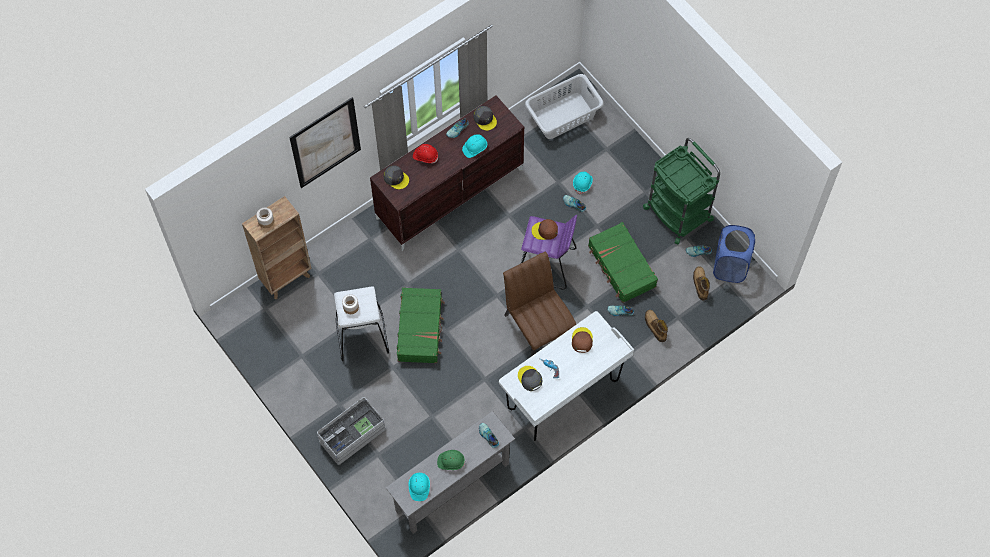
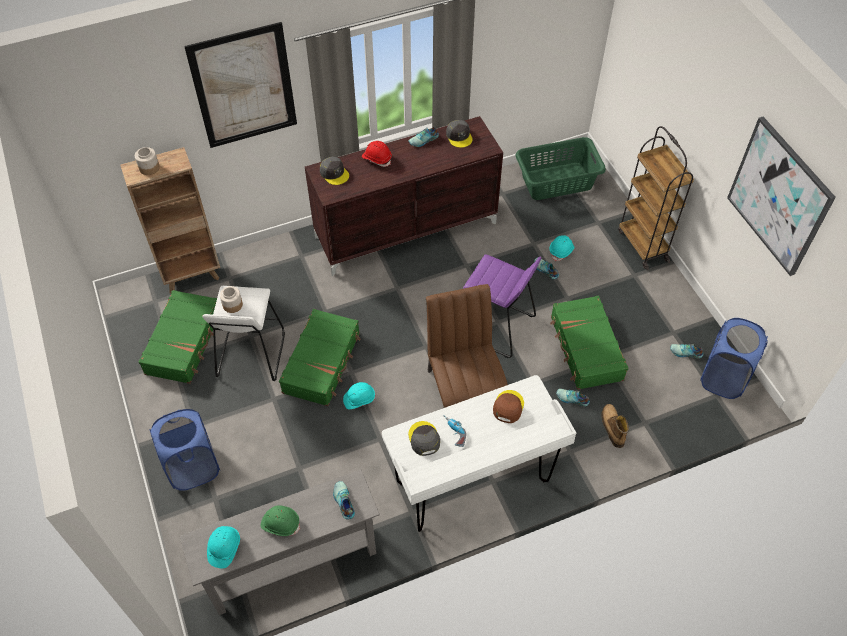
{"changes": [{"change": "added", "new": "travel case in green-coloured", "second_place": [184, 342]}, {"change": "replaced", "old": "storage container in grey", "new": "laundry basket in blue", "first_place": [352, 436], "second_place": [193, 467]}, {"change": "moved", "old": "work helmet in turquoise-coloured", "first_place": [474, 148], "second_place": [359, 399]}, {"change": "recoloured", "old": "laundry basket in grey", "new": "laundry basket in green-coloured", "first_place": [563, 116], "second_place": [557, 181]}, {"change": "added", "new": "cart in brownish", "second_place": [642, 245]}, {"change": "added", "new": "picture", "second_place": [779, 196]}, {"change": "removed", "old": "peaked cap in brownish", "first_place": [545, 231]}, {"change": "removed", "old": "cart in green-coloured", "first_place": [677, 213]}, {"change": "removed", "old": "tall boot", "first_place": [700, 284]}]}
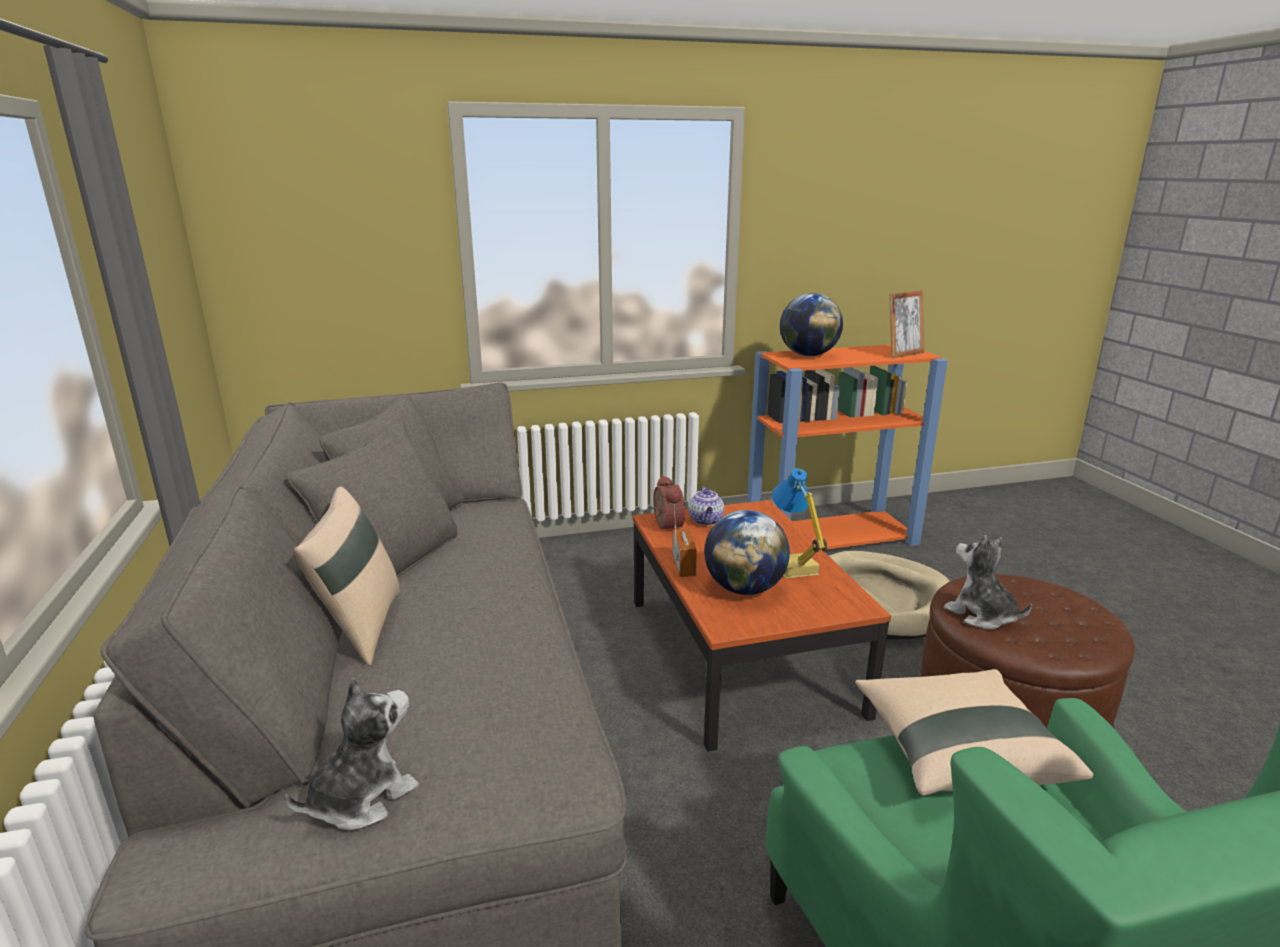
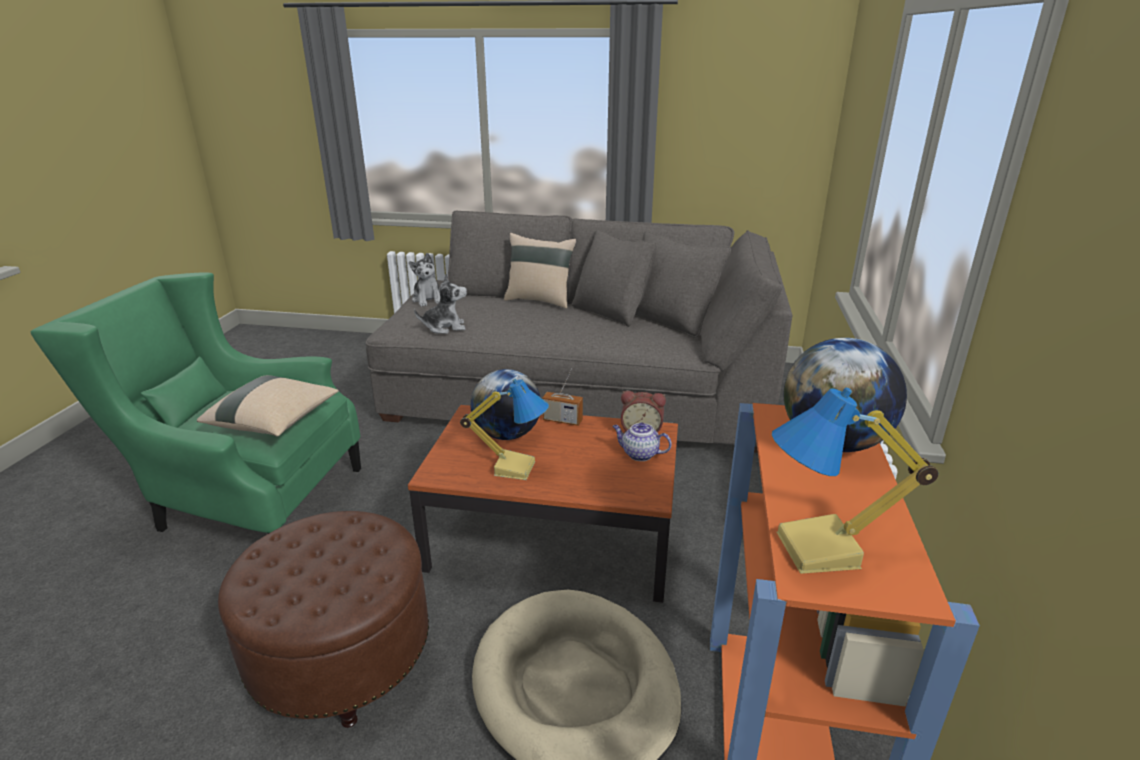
{"changes": [{"change": "moved", "old": "plush toy", "first_place": [981, 615], "second_place": [445, 327]}, {"change": "replaced", "old": "photo frame", "new": "lamp for a table", "first_place": [903, 354], "second_place": [820, 552]}]}
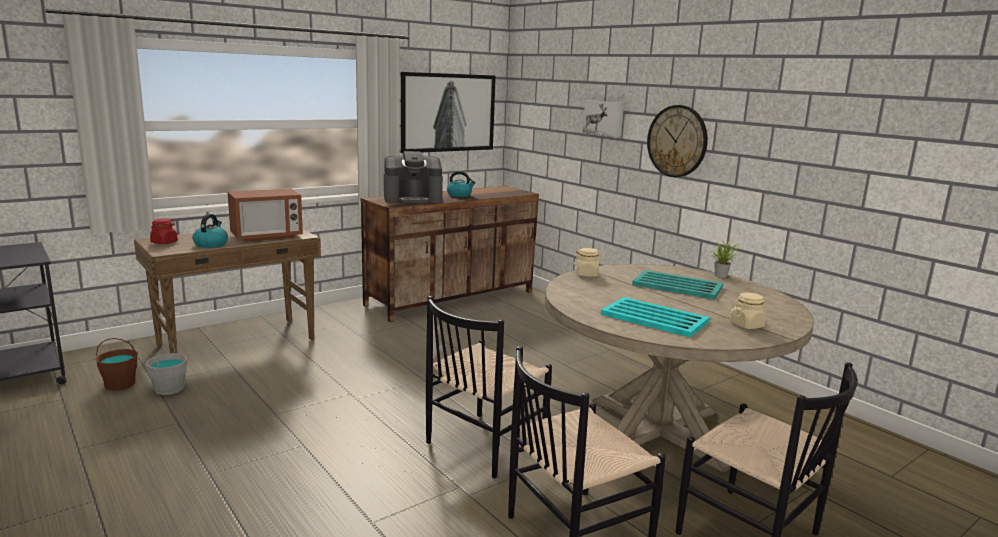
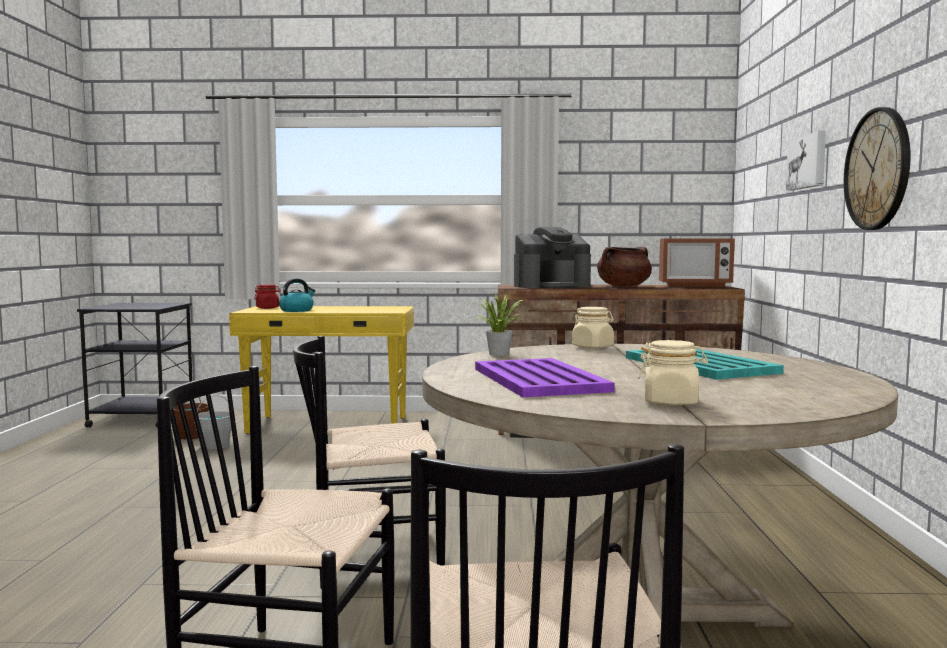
{"changes": [{"change": "recoloured", "old": "narrow table in brownish", "new": "narrow table in yellow-coloured", "first_place": [238, 342], "second_place": [329, 425]}, {"change": "recoloured", "old": "tray in turquoise-coloured", "new": "tray in purple", "first_place": [655, 318], "second_place": [539, 380]}, {"change": "moved", "old": "plant in a pot", "first_place": [721, 275], "second_place": [502, 354]}, {"change": "turned", "old": "coffee brewer", "first_place": [413, 199], "second_place": [551, 286], "degrees": -45}, {"change": "replaced", "old": "tea kettle", "new": "saucepot in brownish", "first_place": [460, 195], "second_place": [624, 286]}, {"change": "moved", "old": "microwave oven", "first_place": [266, 236], "second_place": [694, 286]}, {"change": "removed", "old": "picture", "first_place": [448, 112]}]}
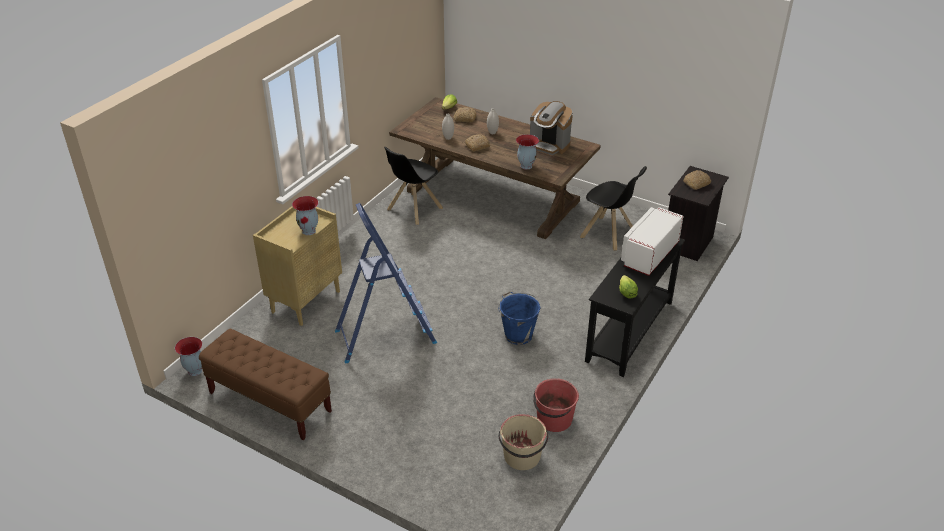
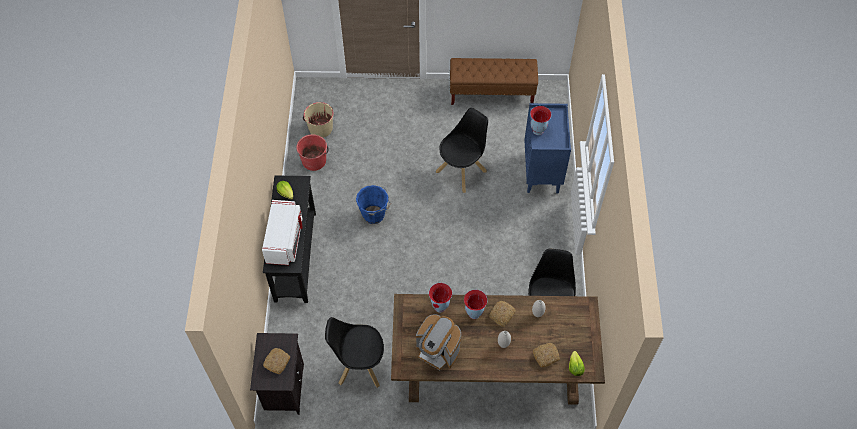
{"changes": [{"change": "turned", "old": "coffee brewer", "first_place": [549, 145], "second_place": [438, 351], "degrees": -150}, {"change": "replaced", "old": "stepladder in blue", "new": "upright chair in blackish", "first_place": [386, 336], "second_place": [462, 170]}, {"change": "moved", "old": "vase", "first_place": [195, 371], "second_place": [474, 313]}, {"change": "recoloured", "old": "storage cabinet in beige-coloured", "new": "storage cabinet in blue", "first_place": [306, 301], "second_place": [541, 172]}]}
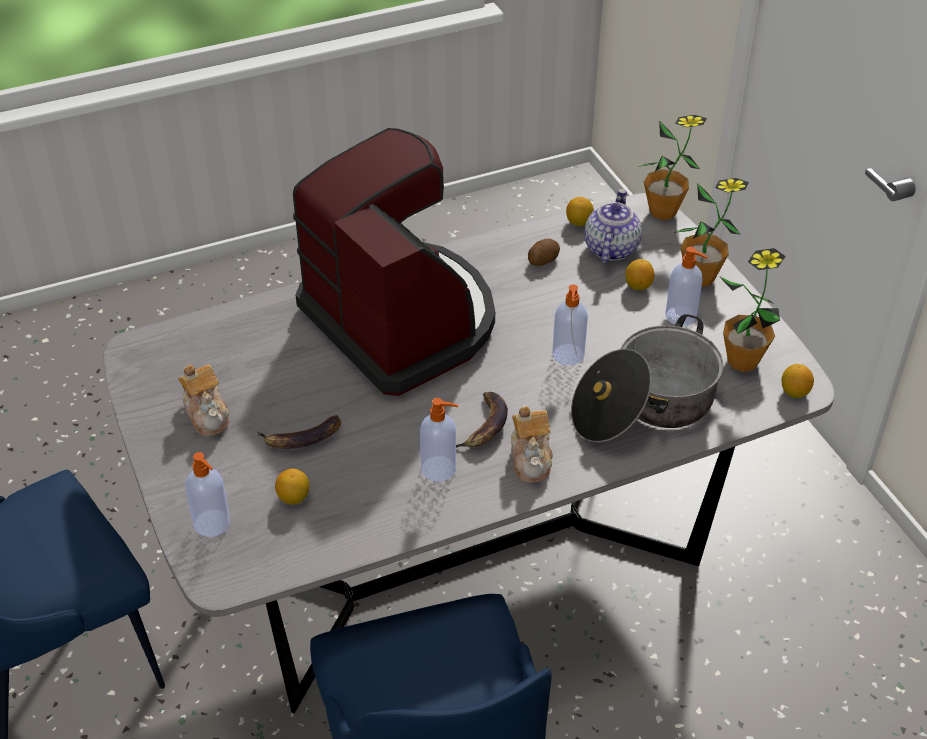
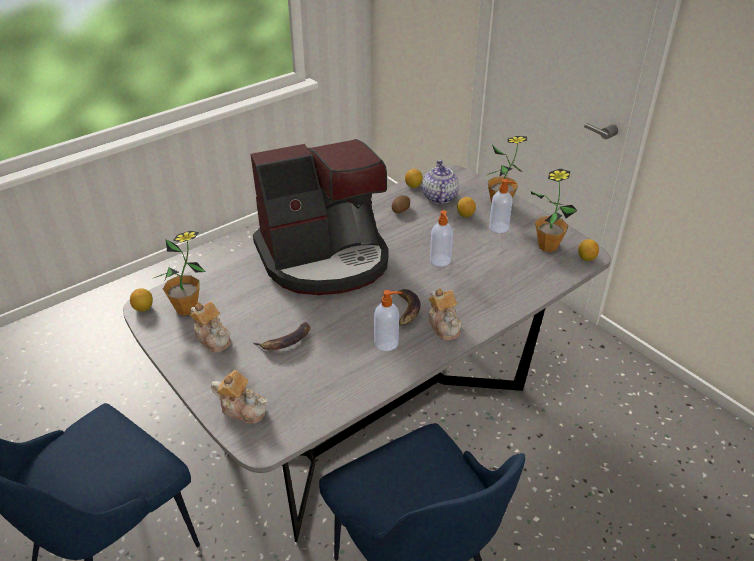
{"changes": [{"change": "moved", "old": "whole lemon", "first_place": [294, 498], "second_place": [143, 308]}, {"change": "moved", "old": "plant in a pot", "first_place": [663, 211], "second_place": [186, 308]}, {"change": "replaced", "old": "soap dispenser", "new": "teapot", "first_place": [213, 524], "second_place": [243, 409]}, {"change": "turned", "old": "coffee brewer", "first_place": [402, 321], "second_place": [325, 258], "degrees": 120}, {"change": "removed", "old": "saucepot", "first_place": [644, 406]}]}
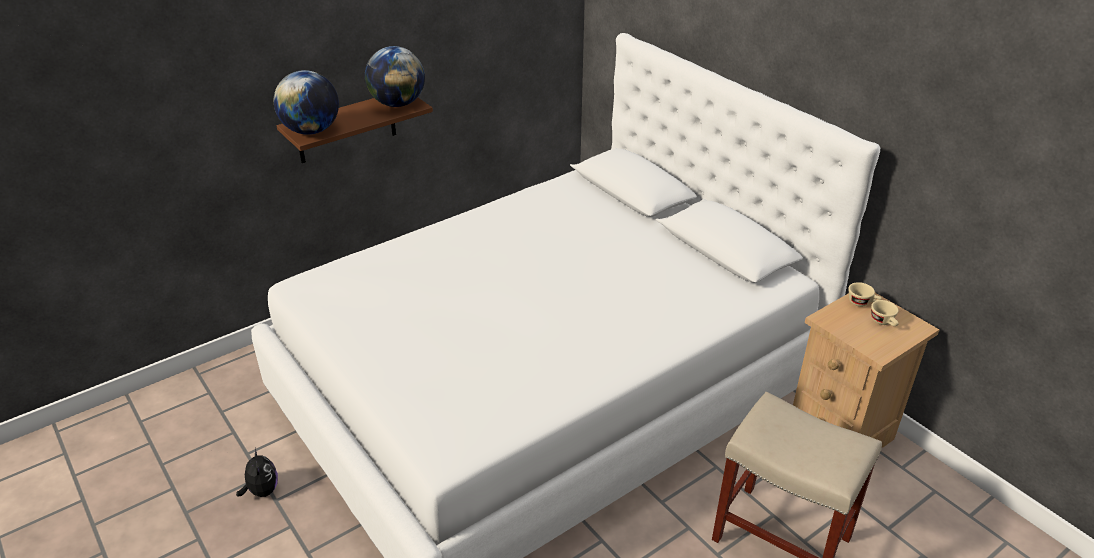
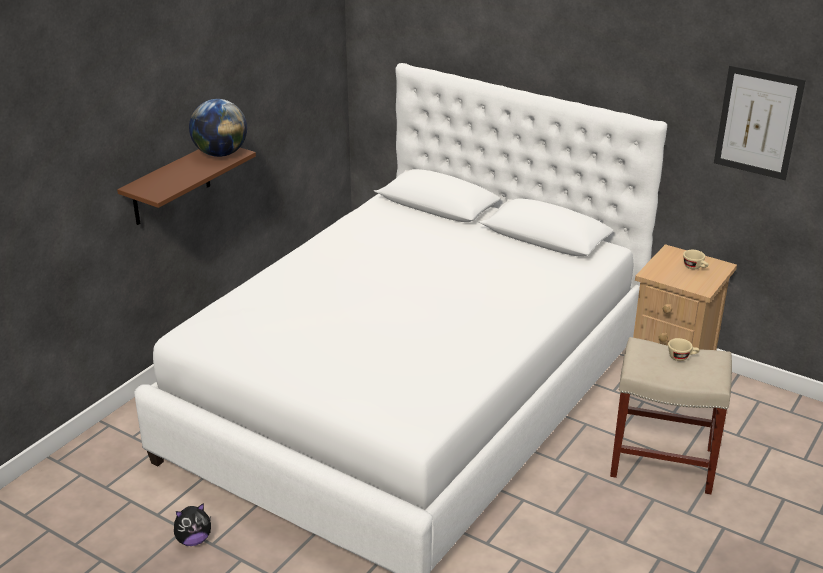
{"changes": [{"change": "turned", "old": "plush toy", "first_place": [262, 490], "second_place": [193, 540], "degrees": 105}, {"change": "moved", "old": "small cup in beige-coloured", "first_place": [862, 303], "second_place": [682, 357]}, {"change": "added", "new": "picture", "second_place": [758, 122]}, {"change": "removed", "old": "desk globe", "first_place": [311, 131]}]}
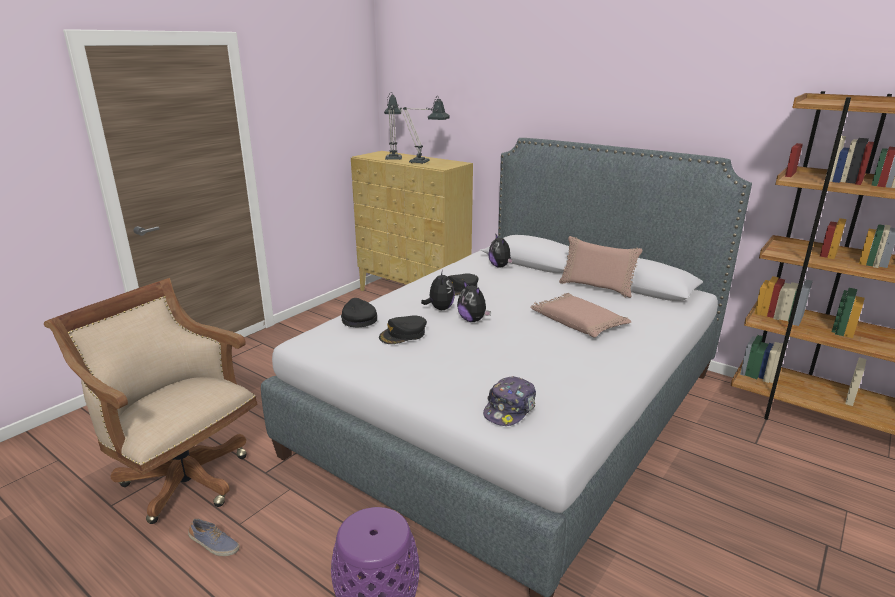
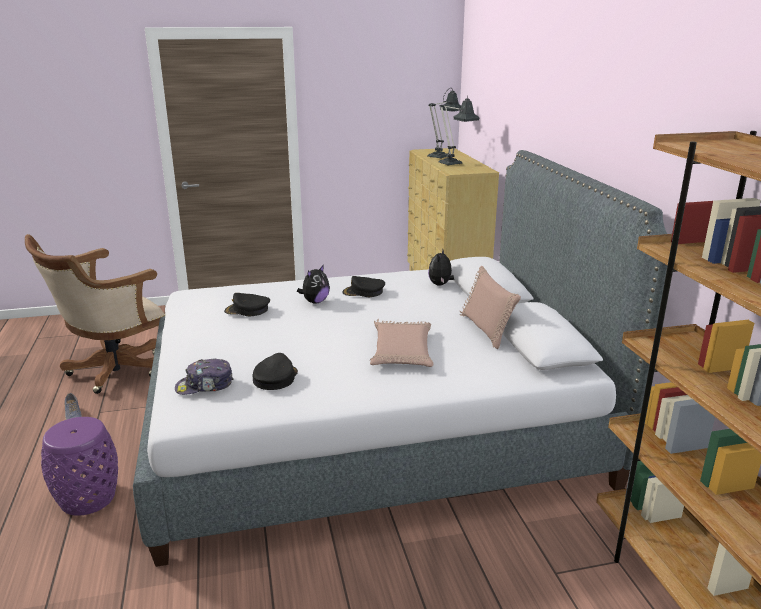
{"changes": [{"change": "turned", "old": "office chair", "first_place": [182, 479], "second_place": [112, 372], "degrees": -120}, {"change": "moved", "old": "peaked cap in blackish", "first_place": [358, 319], "second_place": [275, 378]}, {"change": "removed", "old": "plush toy", "first_place": [473, 320]}]}
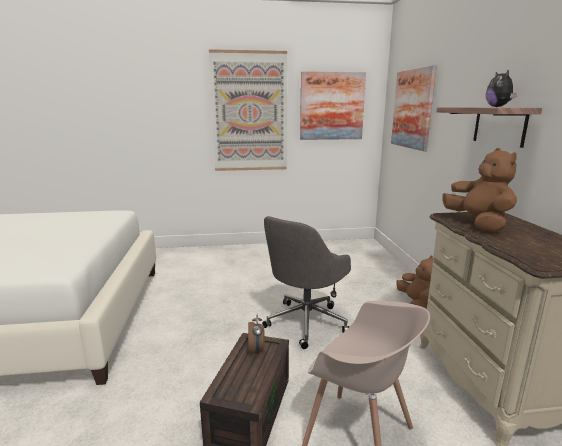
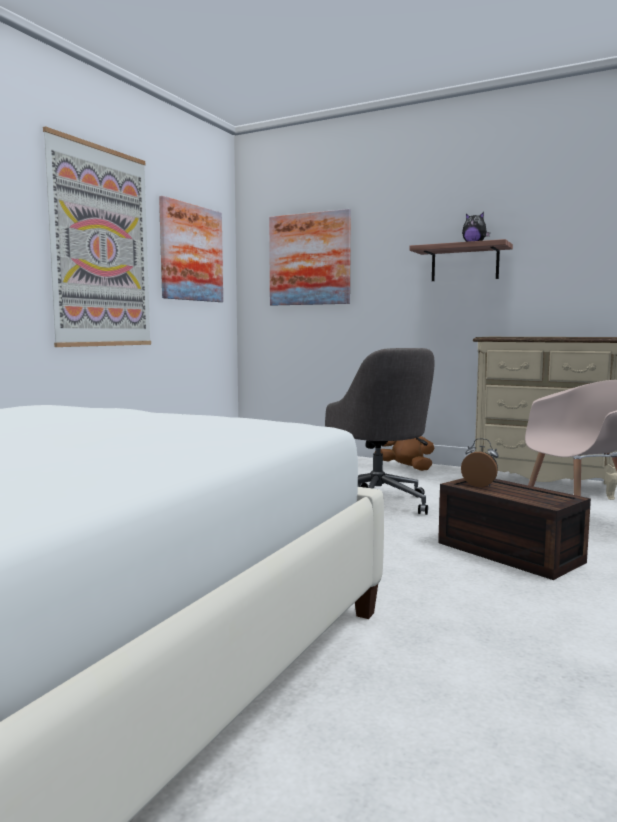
{"changes": [{"change": "removed", "old": "plush toy in brownish", "first_place": [478, 224]}]}
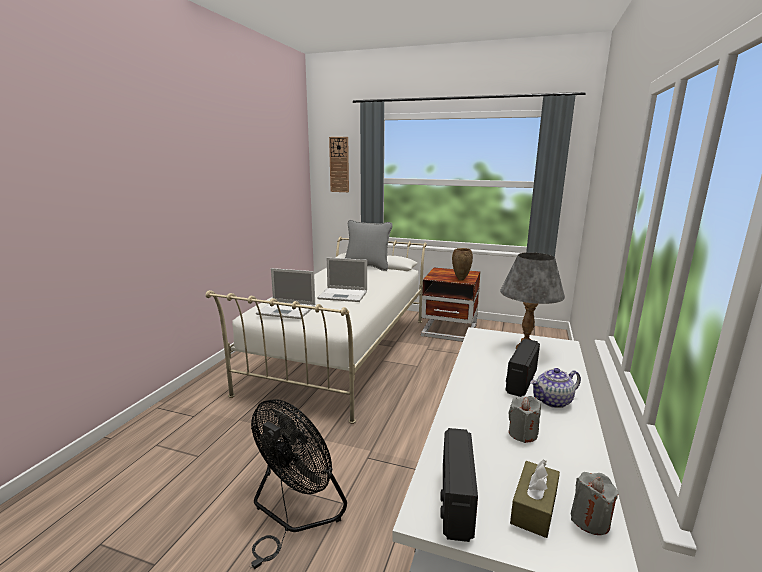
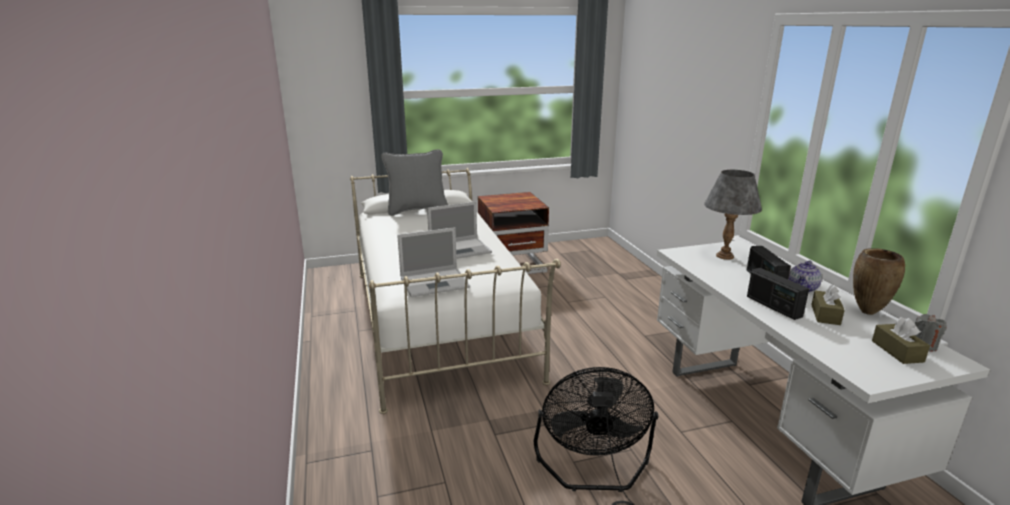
{"changes": [{"change": "moved", "old": "radio receiver", "first_place": [455, 500], "second_place": [773, 306]}, {"change": "replaced", "old": "wax candle in grey", "new": "box of tissues in brownish", "first_place": [522, 434], "second_place": [825, 315]}, {"change": "moved", "old": "vase in brownish", "first_place": [460, 279], "second_place": [866, 312]}, {"change": "removed", "old": "clock on the wall", "first_place": [339, 164]}]}
